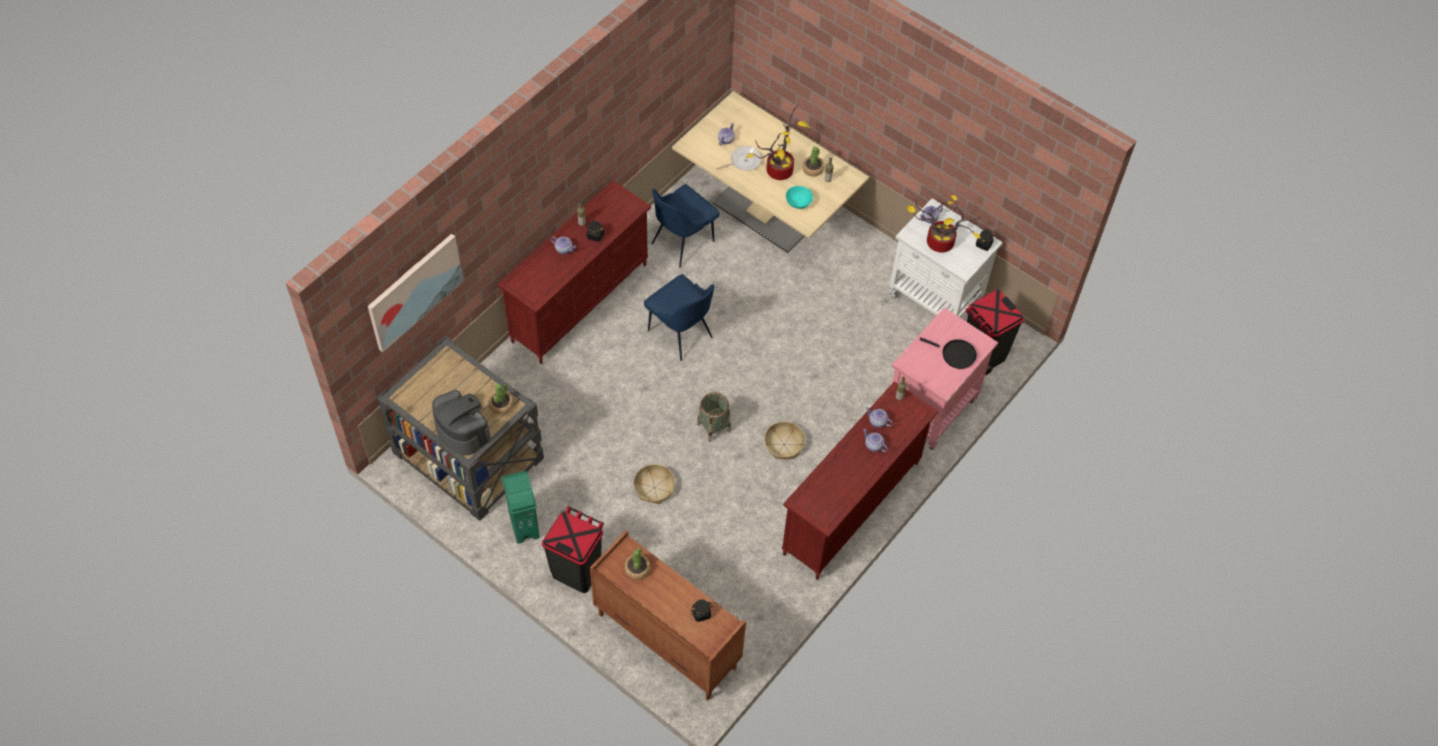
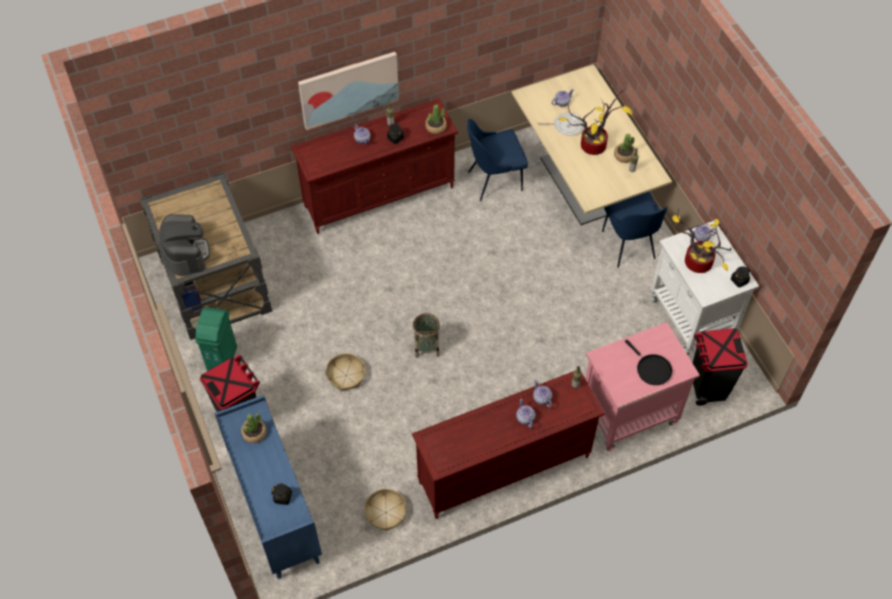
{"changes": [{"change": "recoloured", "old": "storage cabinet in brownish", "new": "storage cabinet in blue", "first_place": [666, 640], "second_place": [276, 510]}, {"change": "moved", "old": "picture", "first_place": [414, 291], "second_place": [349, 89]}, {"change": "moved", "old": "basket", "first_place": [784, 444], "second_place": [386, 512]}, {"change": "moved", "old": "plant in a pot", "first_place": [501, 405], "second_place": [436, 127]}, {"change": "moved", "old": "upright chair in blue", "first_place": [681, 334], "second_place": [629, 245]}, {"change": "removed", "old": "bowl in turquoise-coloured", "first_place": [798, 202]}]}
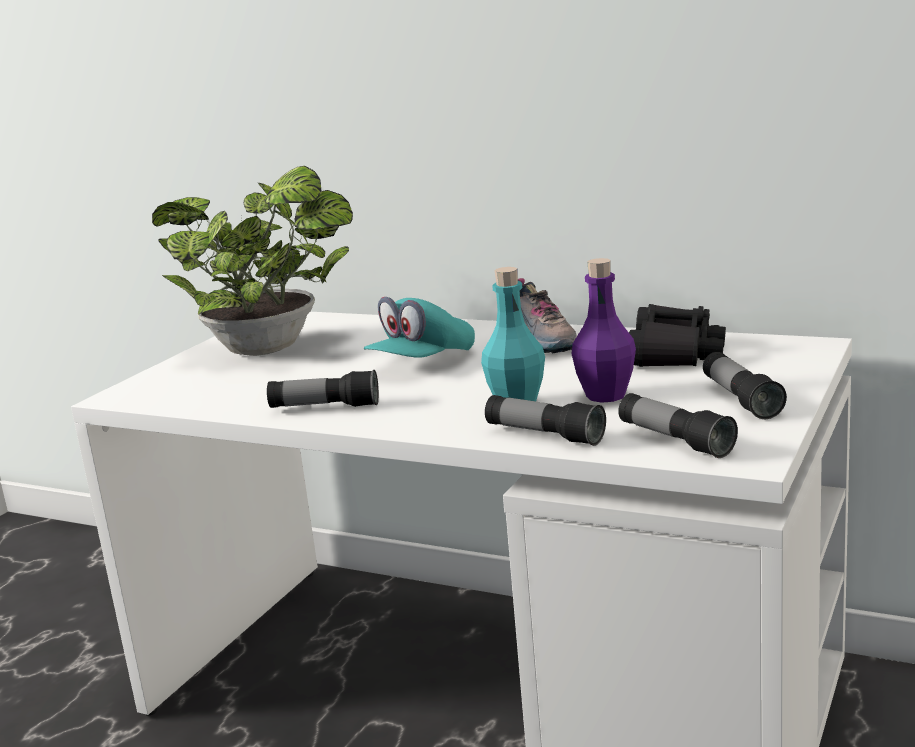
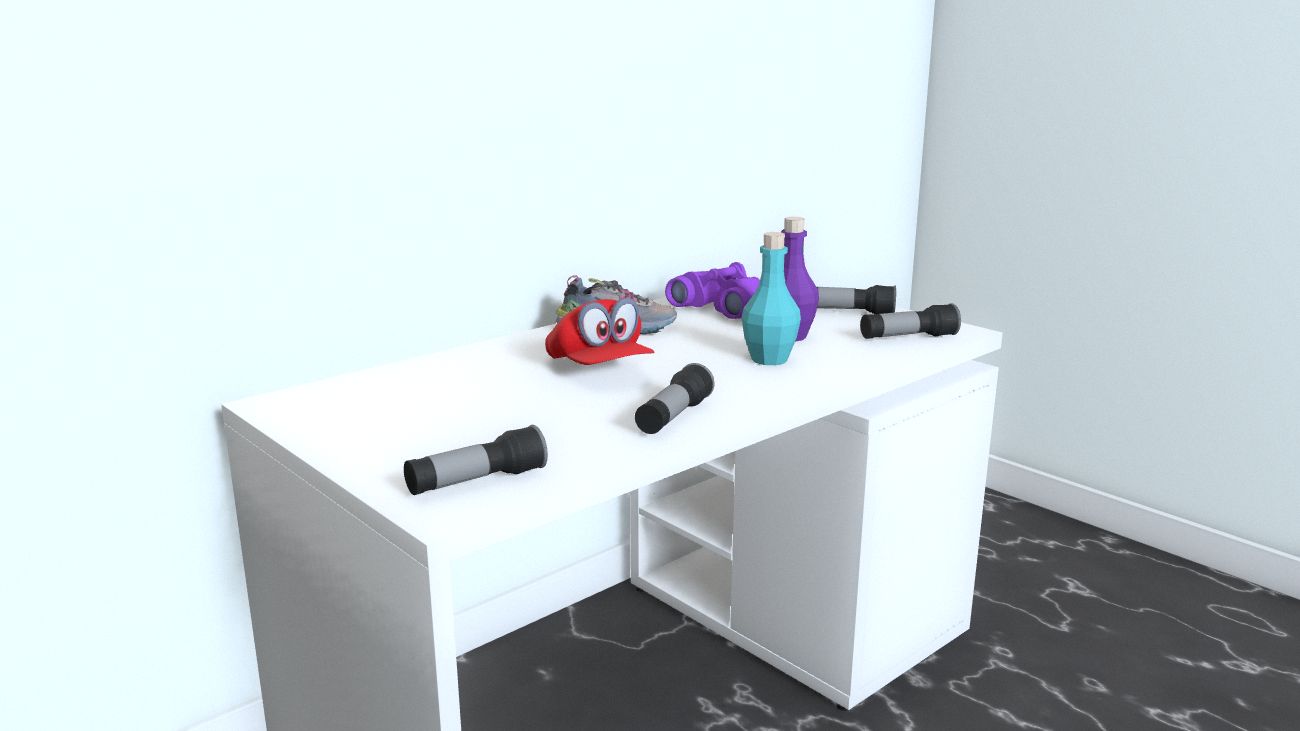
{"changes": [{"change": "moved", "old": "flashlight", "first_place": [544, 435], "second_place": [477, 482]}, {"change": "recoloured", "old": "peaked cap in turquoise-coloured", "new": "peaked cap in red-coloured", "first_place": [422, 362], "second_place": [599, 370]}, {"change": "recoloured", "old": "pair of binoculars in blackish", "new": "pair of binoculars in purple", "first_place": [674, 354], "second_place": [723, 307]}, {"change": "removed", "old": "plant in a pot", "first_place": [271, 348]}]}
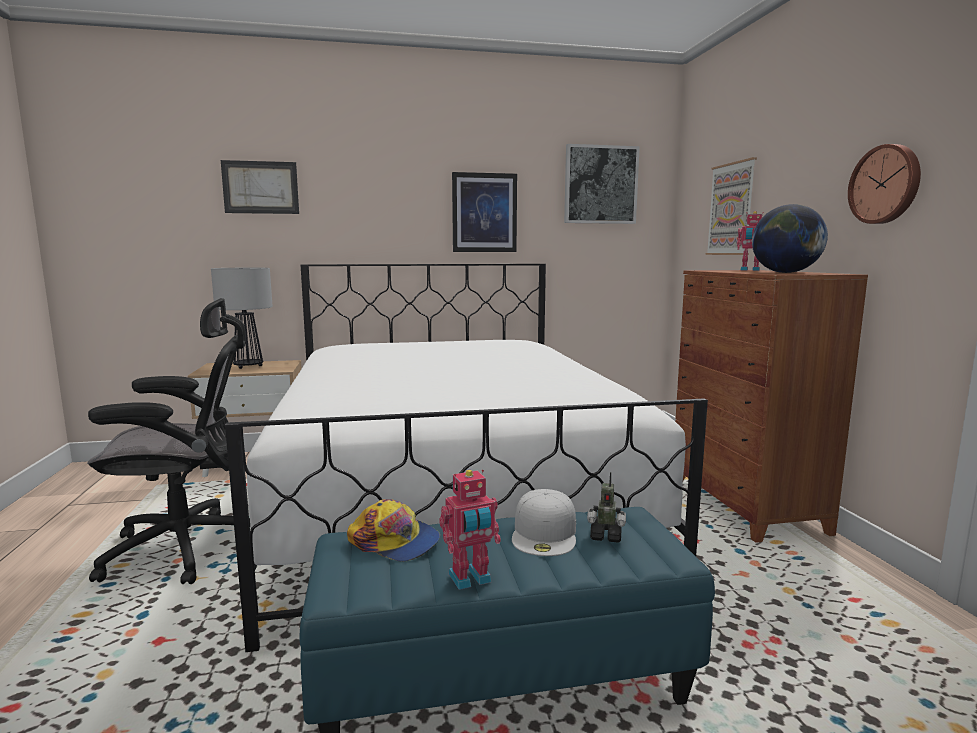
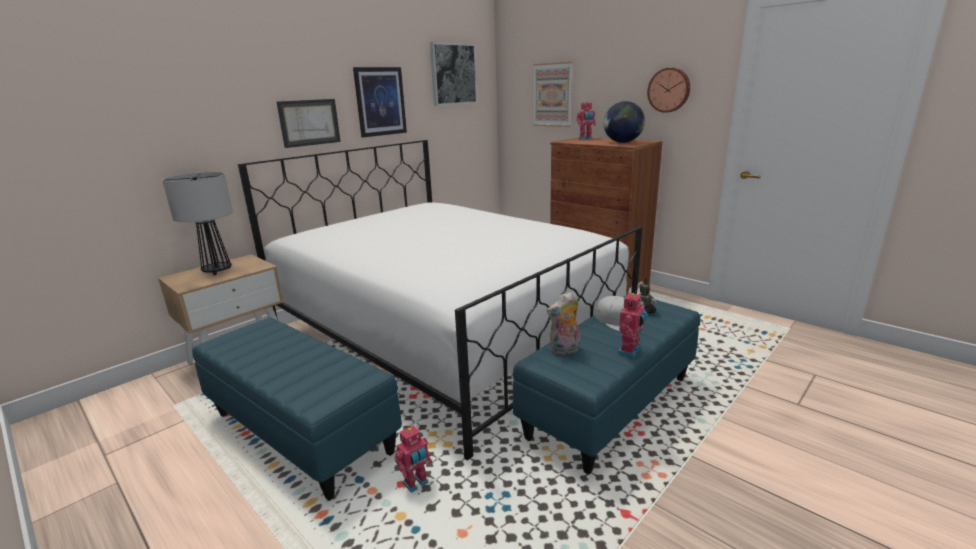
{"changes": [{"change": "replaced", "old": "office chair", "new": "footrest in blue", "first_place": [185, 547], "second_place": [303, 433]}, {"change": "moved", "old": "picture", "first_place": [261, 187], "second_place": [309, 122]}, {"change": "added", "new": "model robot", "second_place": [416, 484]}, {"change": "replaced", "old": "peaked cap", "new": "plush toy", "first_place": [395, 542], "second_place": [565, 350]}]}
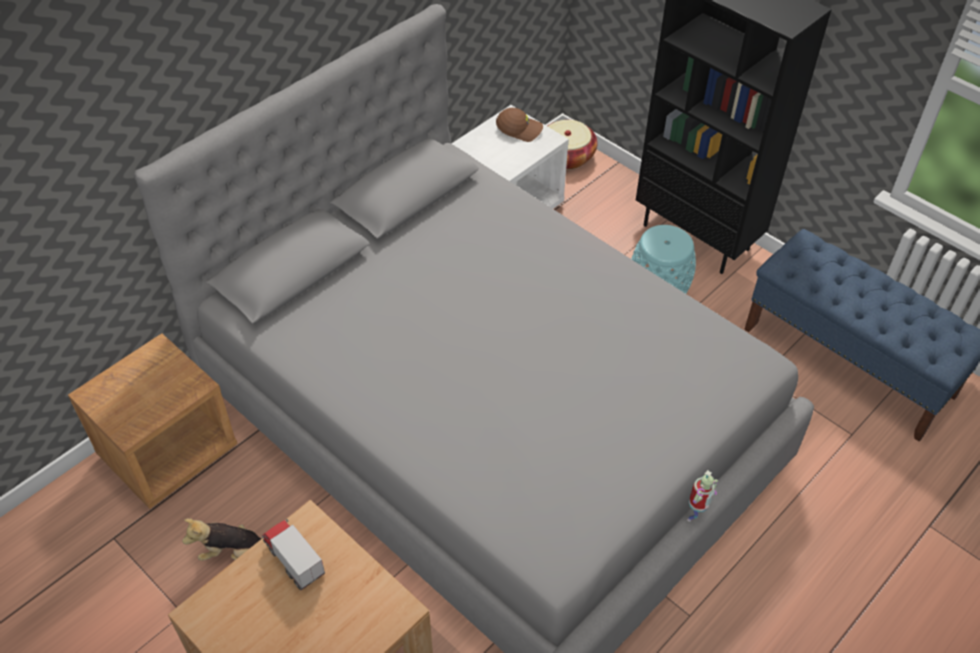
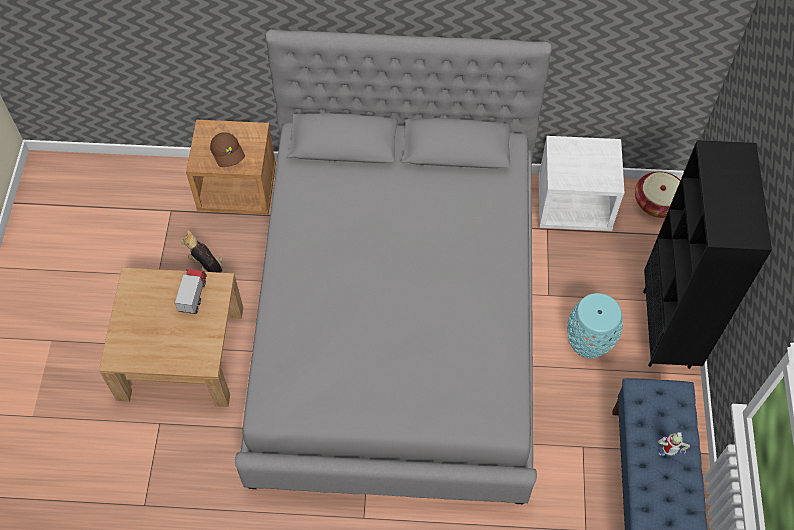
{"changes": [{"change": "moved", "old": "peaked cap in brownish", "first_place": [519, 129], "second_place": [228, 153]}, {"change": "moved", "old": "model robot", "first_place": [695, 517], "second_place": [665, 455]}]}
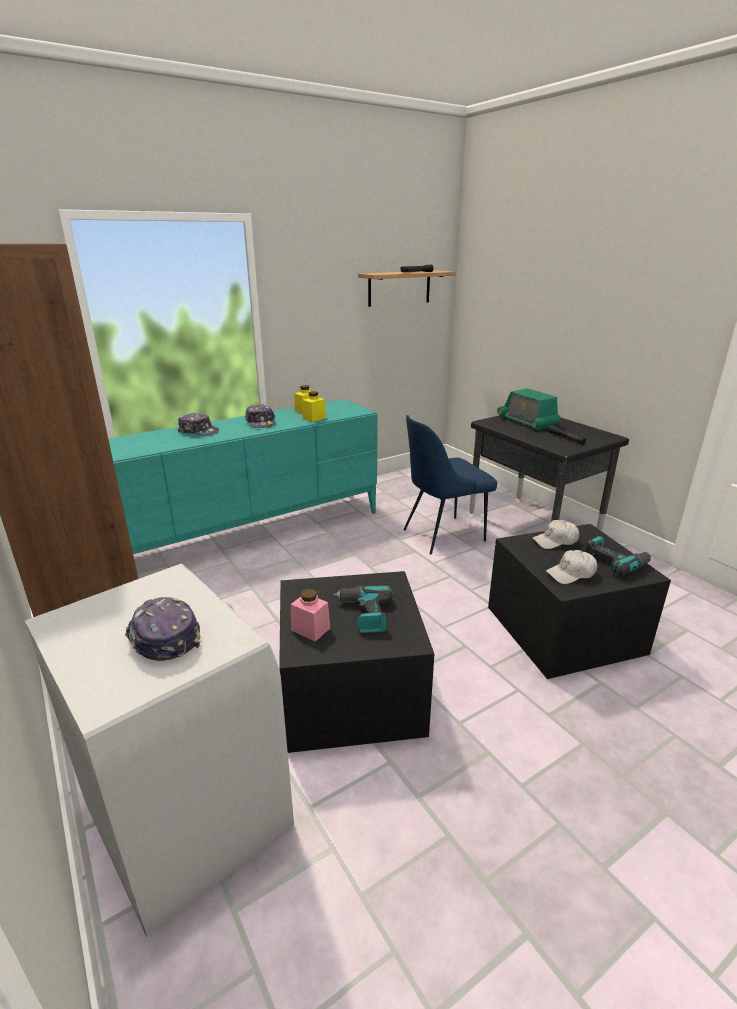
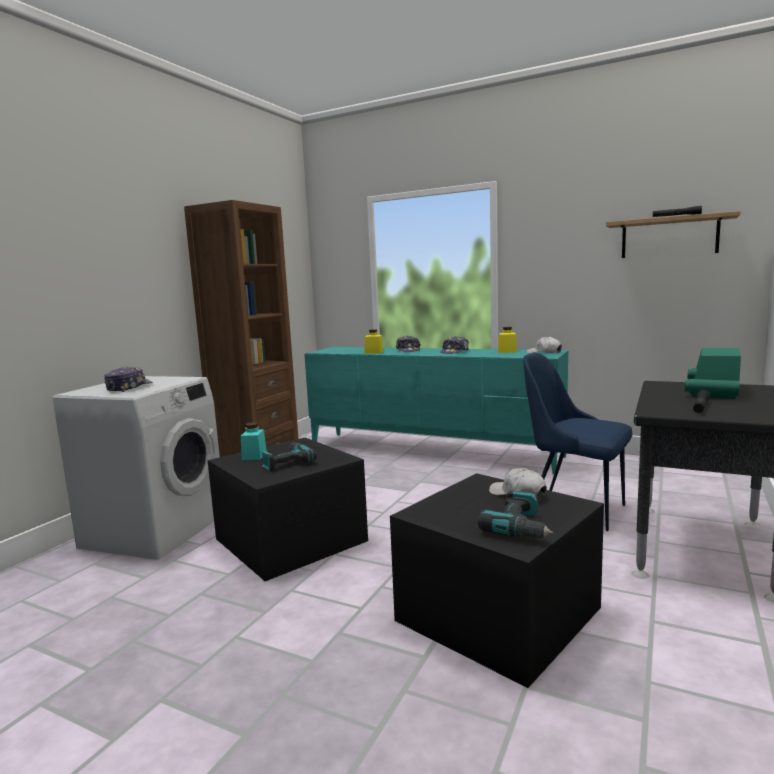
{"changes": [{"change": "recoloured", "old": "jar in pink-coloured", "new": "jar in turquoise-coloured", "first_place": [310, 629], "second_place": [254, 456]}, {"change": "moved", "old": "jar in yellow-coloured", "first_place": [314, 418], "second_place": [374, 352]}, {"change": "moved", "old": "peaked cap in white-coloured", "first_place": [571, 574], "second_place": [544, 352]}]}
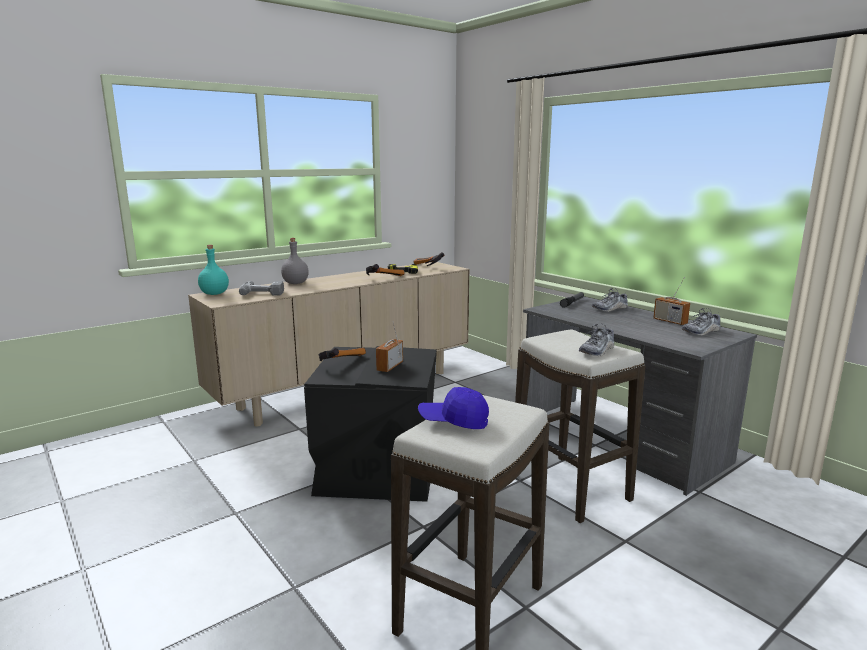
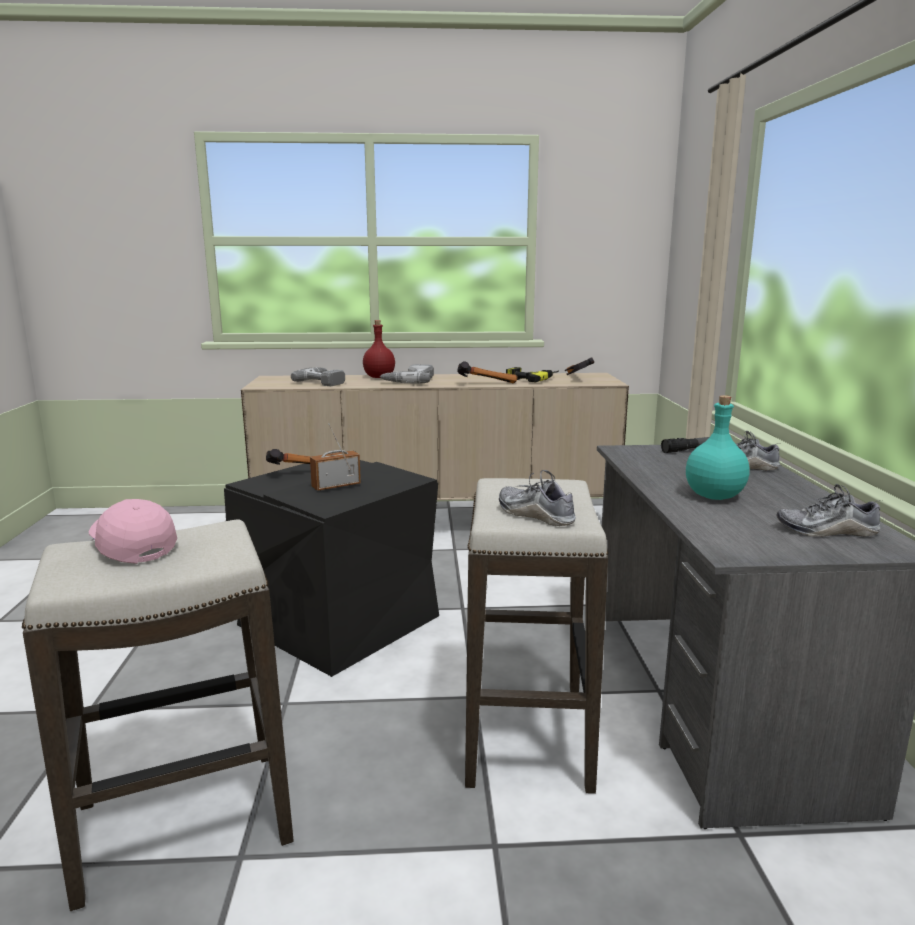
{"changes": [{"change": "recoloured", "old": "peaked cap in blue", "new": "peaked cap in pink-coloured", "first_place": [453, 421], "second_place": [132, 547]}, {"change": "recoloured", "old": "drink bottle in grey", "new": "drink bottle in red-coloured", "first_place": [295, 283], "second_place": [379, 377]}, {"change": "added", "new": "electric drill", "second_place": [408, 381]}, {"change": "turned", "old": "shoe", "first_place": [597, 351], "second_place": [535, 514], "degrees": 60}, {"change": "moved", "old": "drink bottle in turquoise-coloured", "first_place": [215, 294], "second_place": [714, 497]}, {"change": "removed", "old": "radio receiver", "first_place": [670, 321]}]}
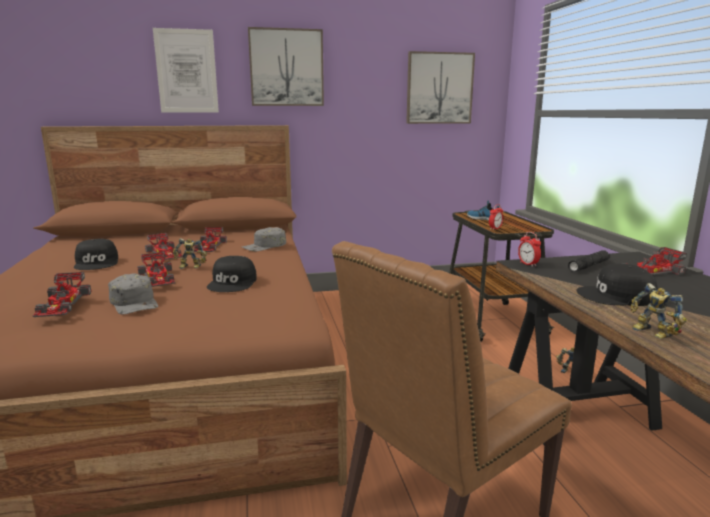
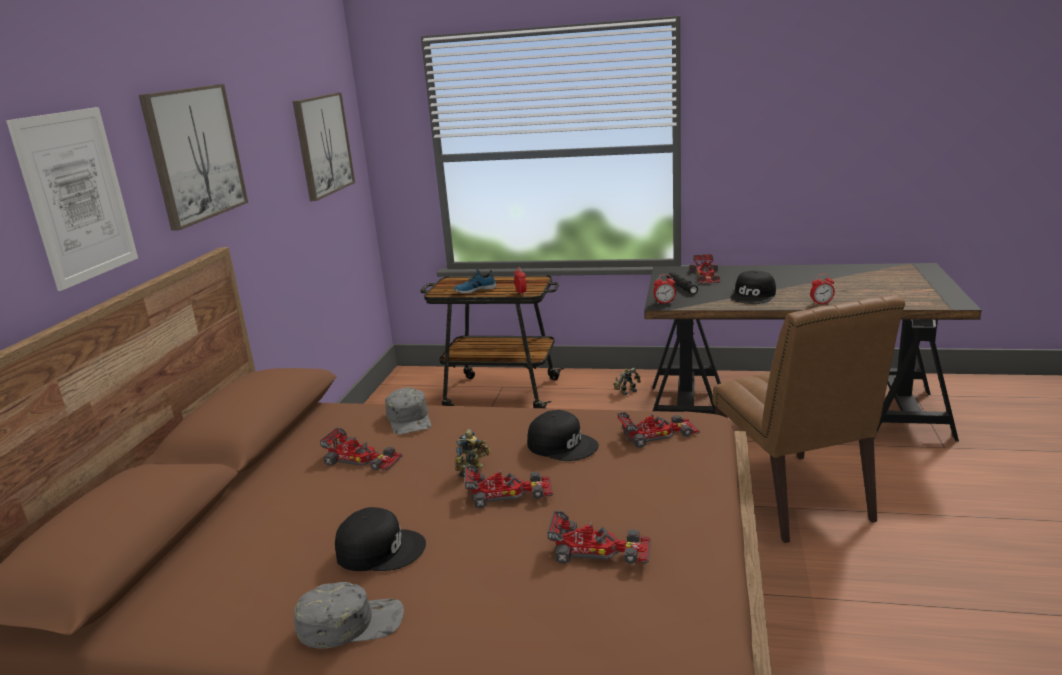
{"changes": [{"change": "moved", "old": "peaked cap in grey", "first_place": [135, 302], "second_place": [351, 623]}, {"change": "moved", "old": "model car", "first_place": [165, 253], "second_place": [658, 433]}, {"change": "replaced", "old": "model robot", "new": "bedside clock", "first_place": [651, 333], "second_place": [821, 303]}]}
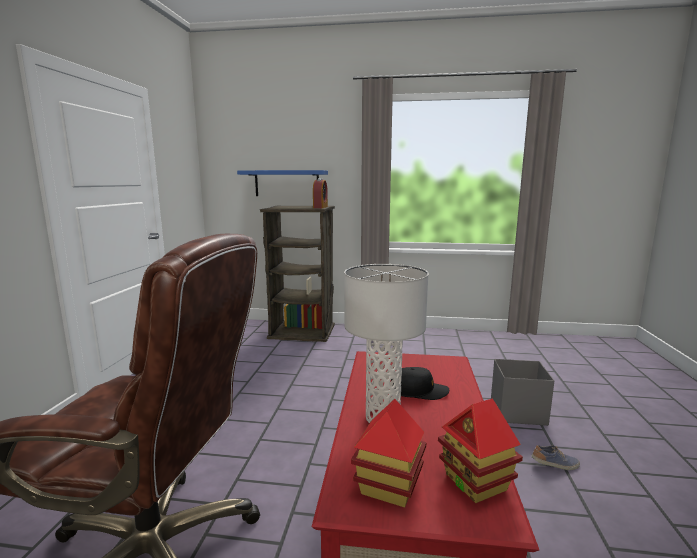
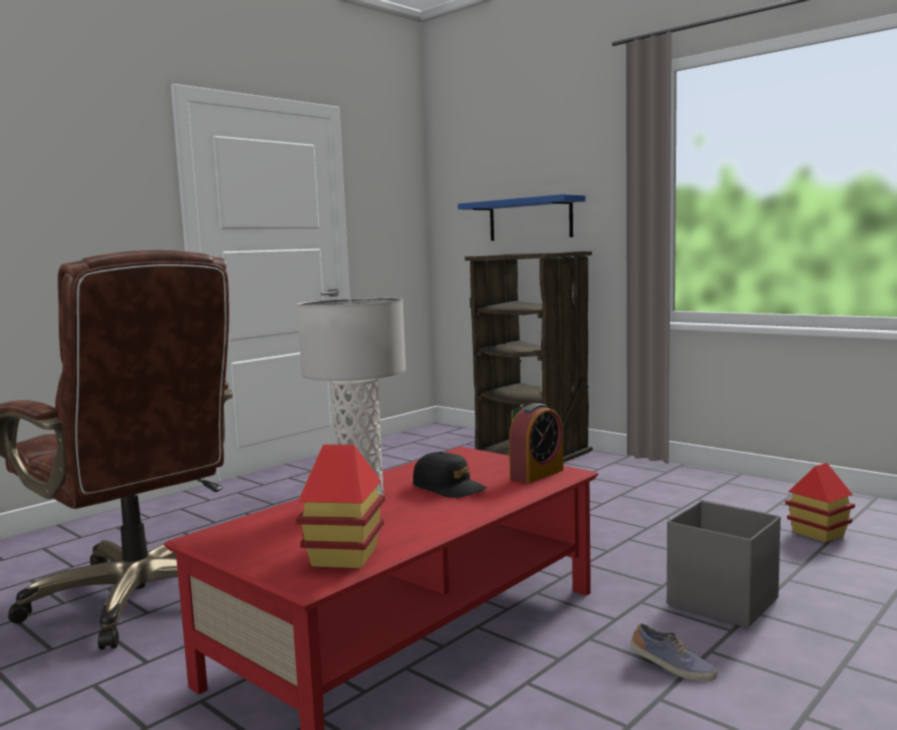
{"changes": [{"change": "moved", "old": "bedside clock", "first_place": [320, 207], "second_place": [537, 474]}, {"change": "moved", "old": "toy house", "first_place": [388, 487], "second_place": [818, 533]}]}
